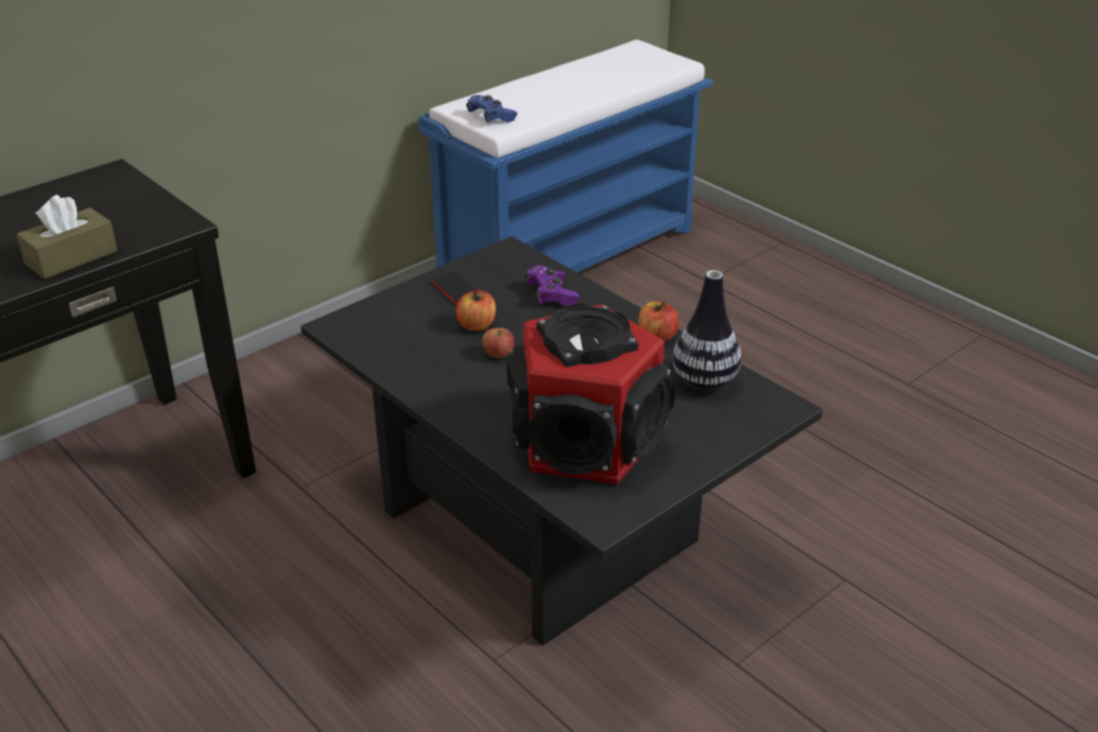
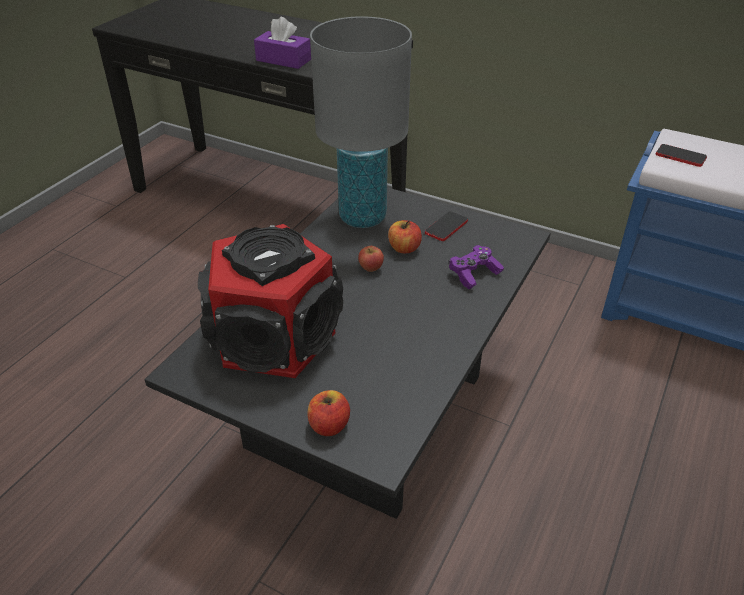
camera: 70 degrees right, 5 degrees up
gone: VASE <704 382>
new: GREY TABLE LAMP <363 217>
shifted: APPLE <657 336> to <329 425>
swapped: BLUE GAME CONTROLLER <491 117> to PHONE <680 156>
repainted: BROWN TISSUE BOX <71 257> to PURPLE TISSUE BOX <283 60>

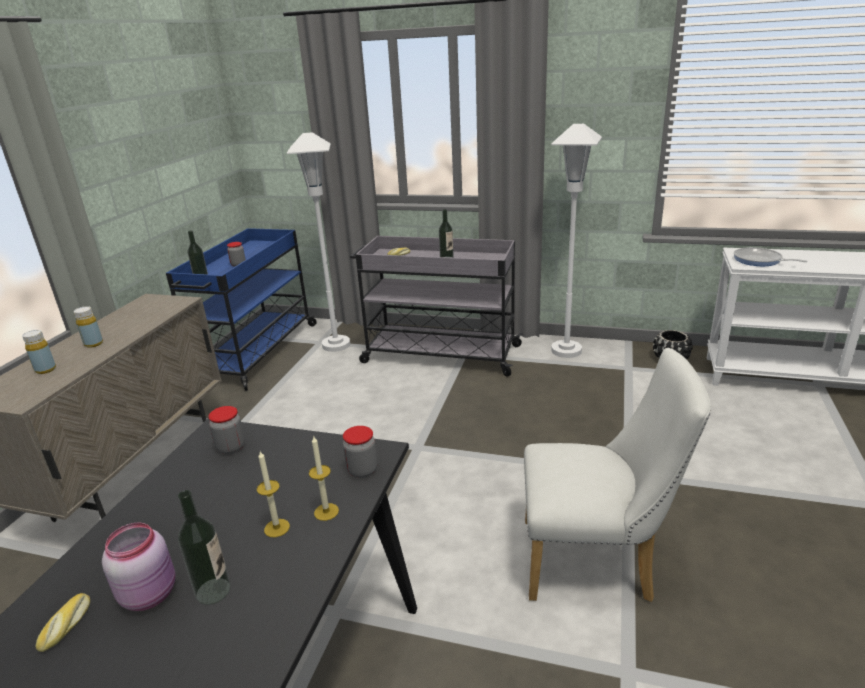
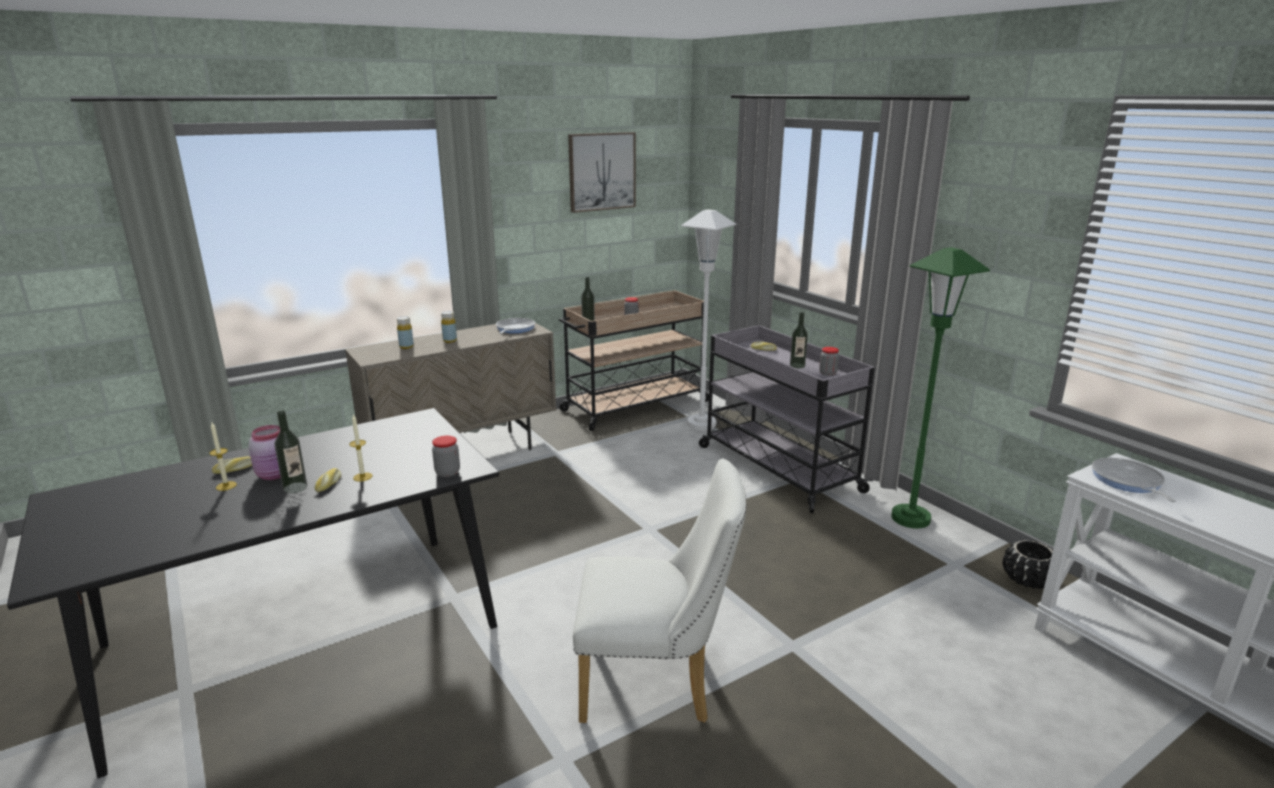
camera: 40 degrees right, 5 degrees down
new: BREAD <329 484>; FRYING PAN <514 329>; PICTURE <601 171>
shifted: JAR <231 448> to <828 373>; CANDLE <326 512> to <226 486>
repainted: BLUE CART <256 353> to BEIGE CART <634 406>; WHITE FLOOR LAMP <566 350> to GREEN FLOOR LAMP <910 518>
rotated: WHITE CHAIR <596 561> = <657 683> 45 degrees counterclockwise

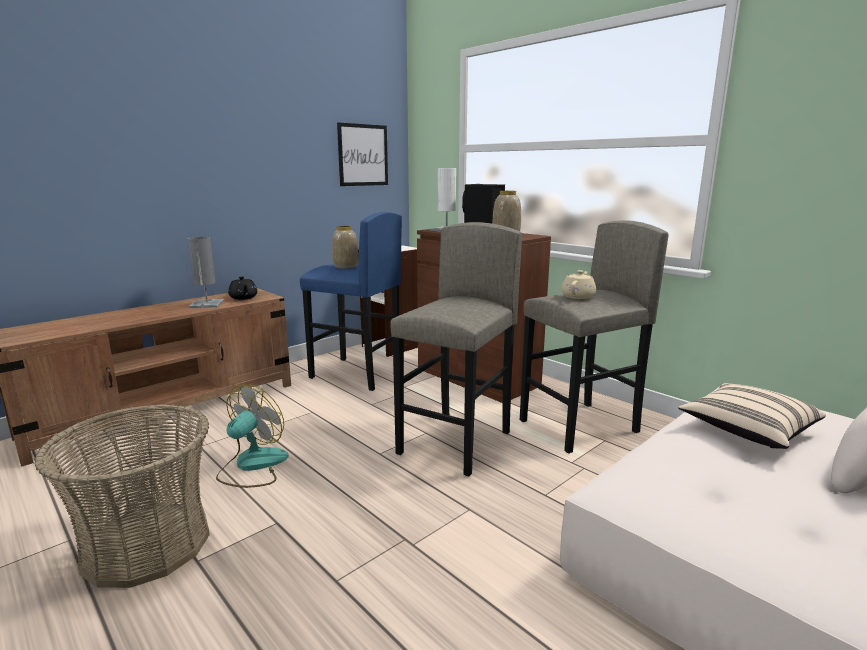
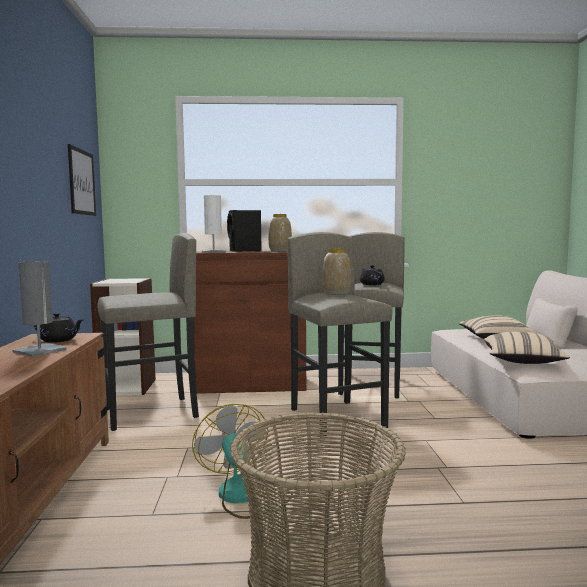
camera: 50 degrees left, 10 degrees down
new: BEIGE PILLOW <522 362>
shifted: VASE <346 267> to <337 293>
repainted: BLUE STOOL <356 374> to GREY STOOL <151 413>; BEIGE TEAPOT <578 296> to BLACK TEAPOT <371 284>

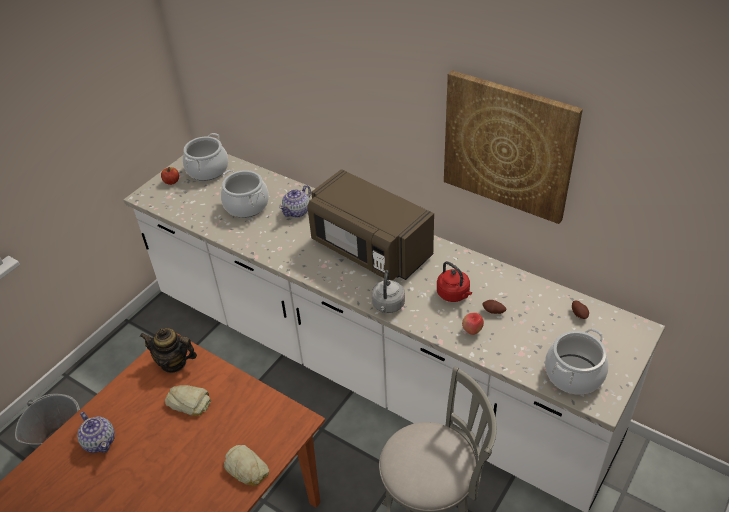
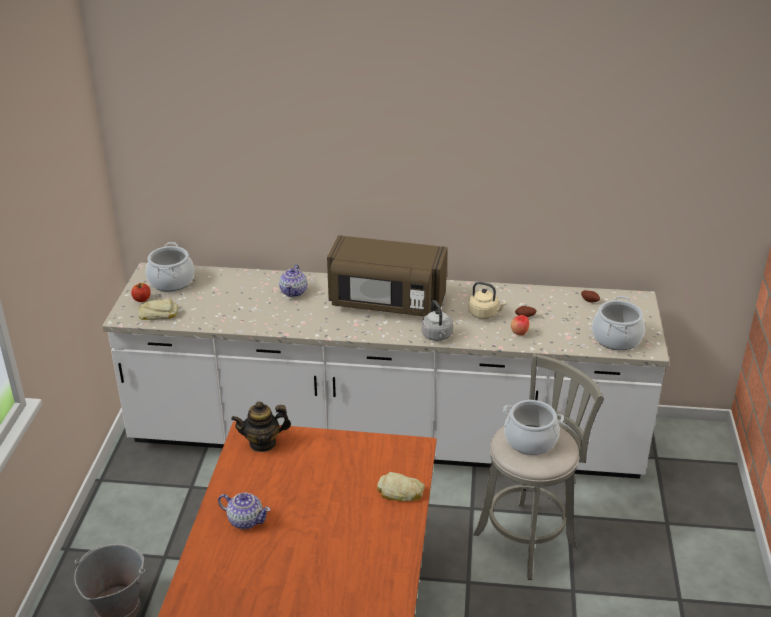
camera: 30 degrees left, 10 degrees down
gone: PICTURE <508 146>
shifted: BREAD <189 402> to <158 313>; COOKING POT <246 205> to <530 440>
repainted: RED KETTLE <454 294> to BEIGE KETTLE <484 314>

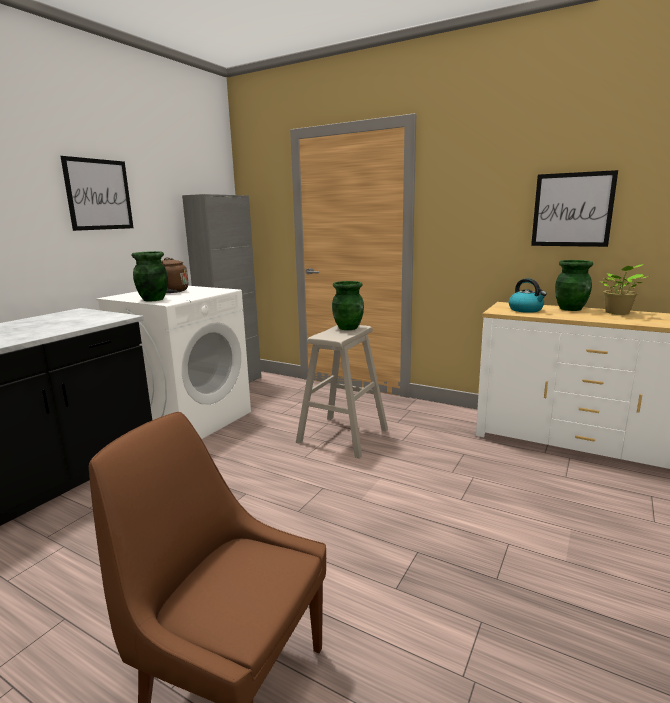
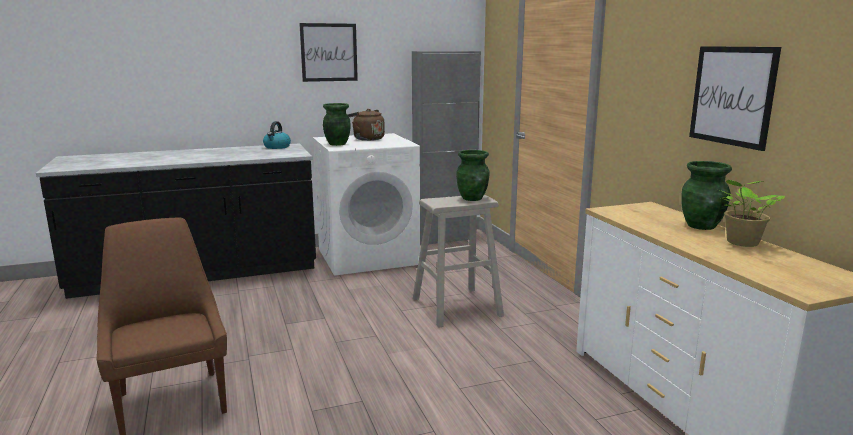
camera: 40 degrees right, 0 degrees up
shifted: KETTLE <526 310> to <277 147>

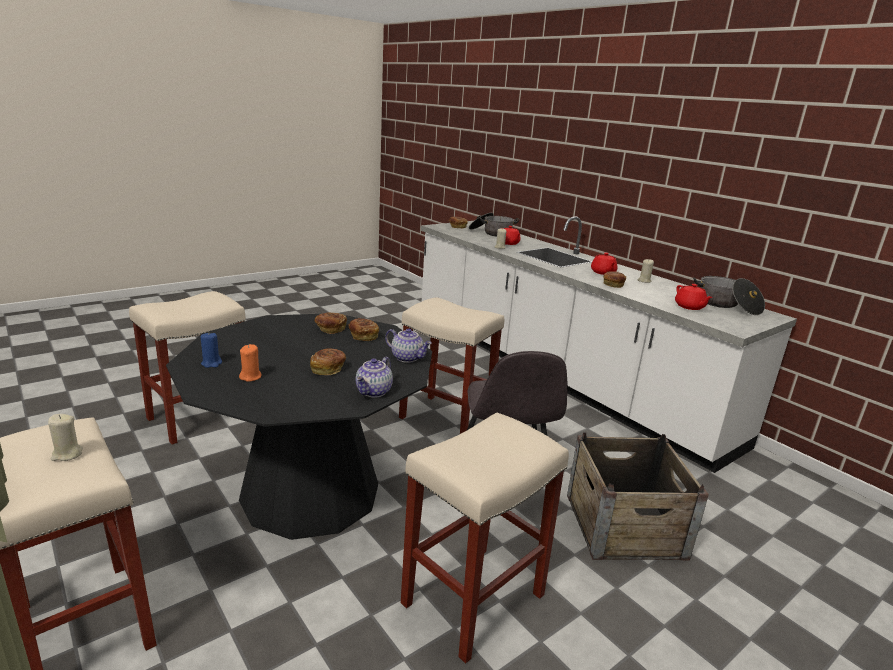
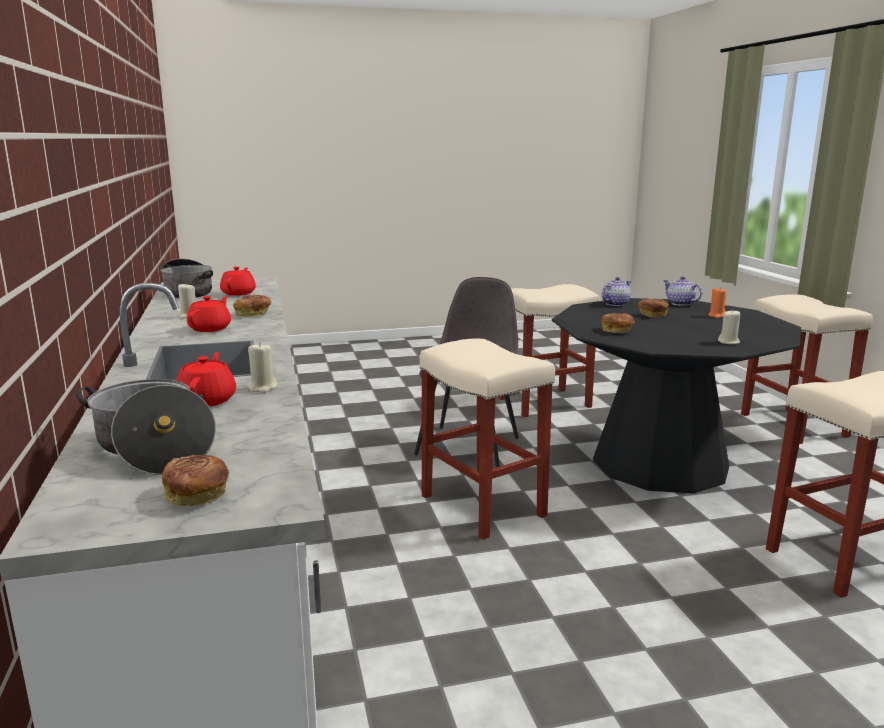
camera: 155 degrees left, 5 degrees down
gone: BLUE CANDLE <211 363>; BREAD <330 329>; CRATE <624 526>
shifted: BEIGE CANDLE <67 454> to <728 342>; TEAPOT <408 358> to <679 303>

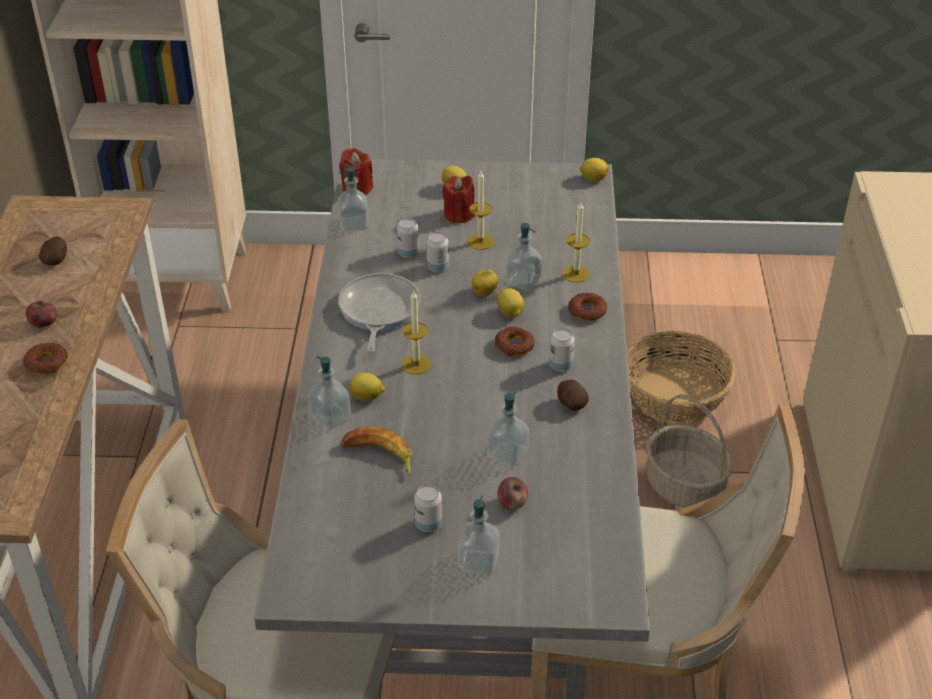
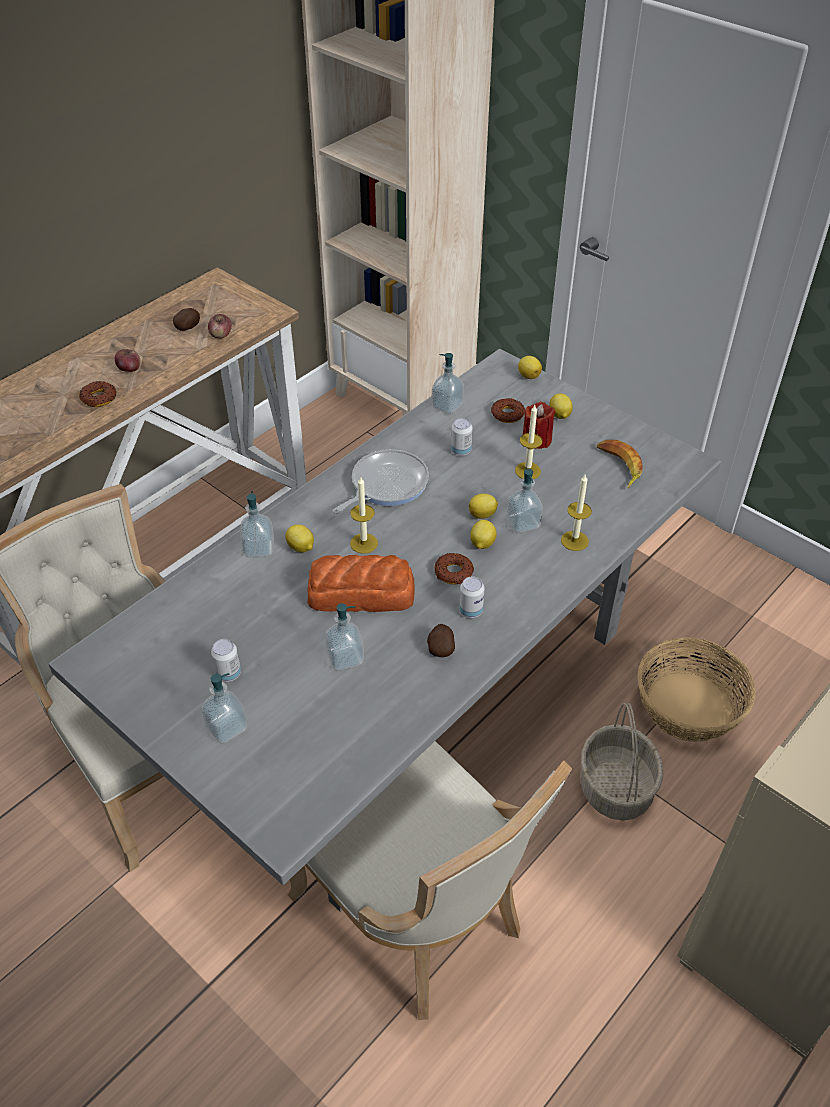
camera: 40 degrees right, 5 degrees up
gone: RED CANDLE <357 188>; CAN <437 267>
new: BREAD <362 593>
shifted: BANANA <378 455> to <618 466>; APPLE <512 503> to <221 335>; DONUT <587 311> to <507 414>; LEMON <593 179> to <528 375>

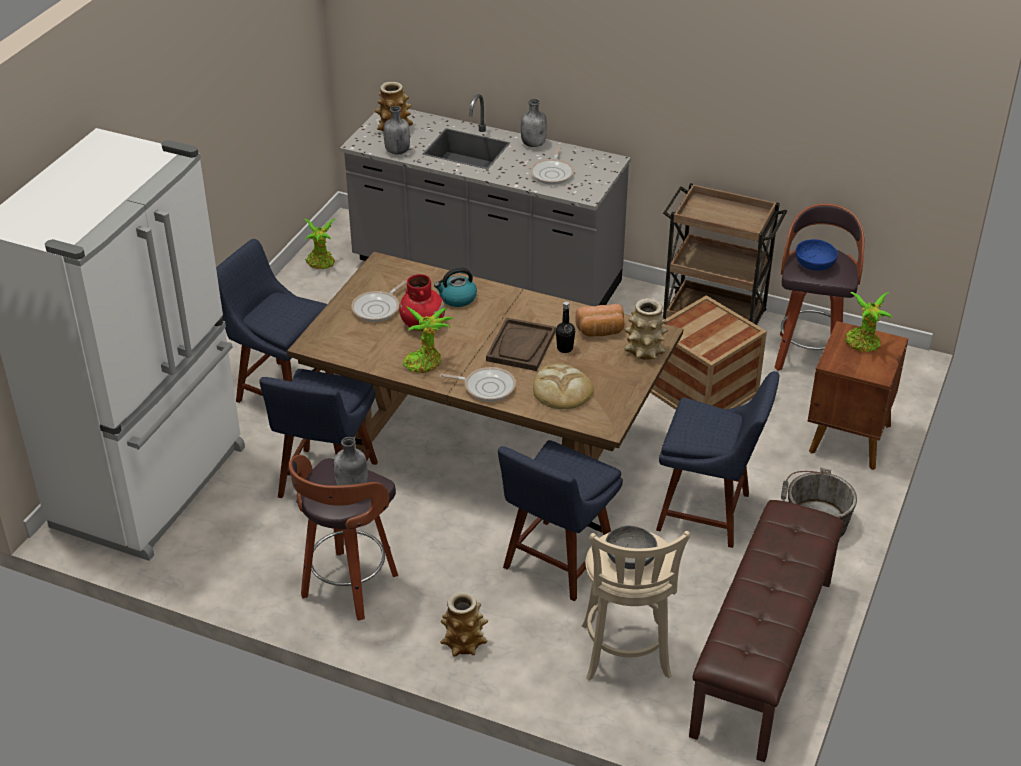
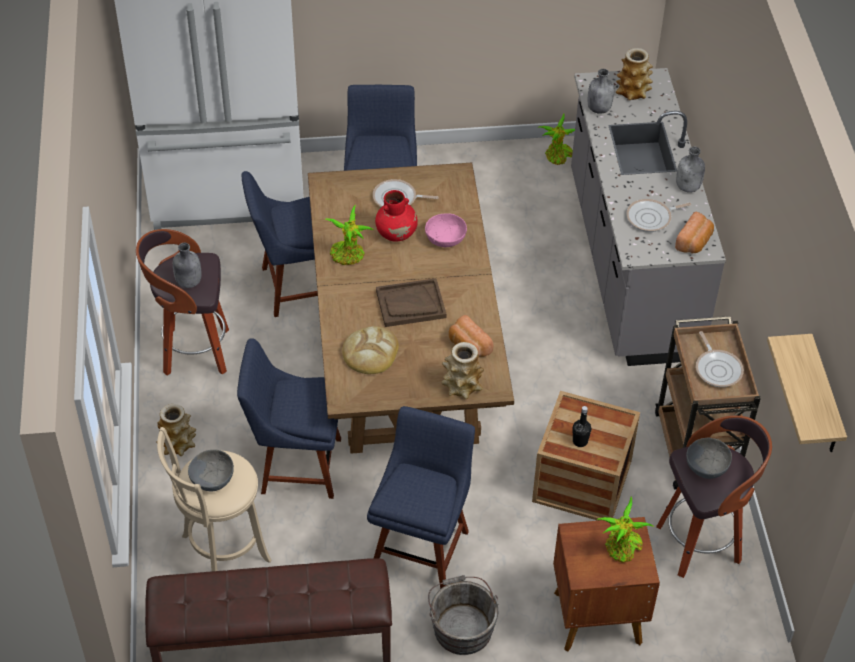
camera: 60 degrees right, 10 degrees up
new: BREAD <694 242>; SHELF <824 399>
shifted: FRYING PAN <486 387> to <717 369>; BLACK BOTTLE <565 348> to <580 441>
swapped: KETTLE <457 298> to PINK BOWL <445 239>
repainted: BLUE BOWL <814 265> to GREY BOWL <706 466>
rotated: BLUE CHAIR <709 513> = <422 545> 150 degrees counterclockwise

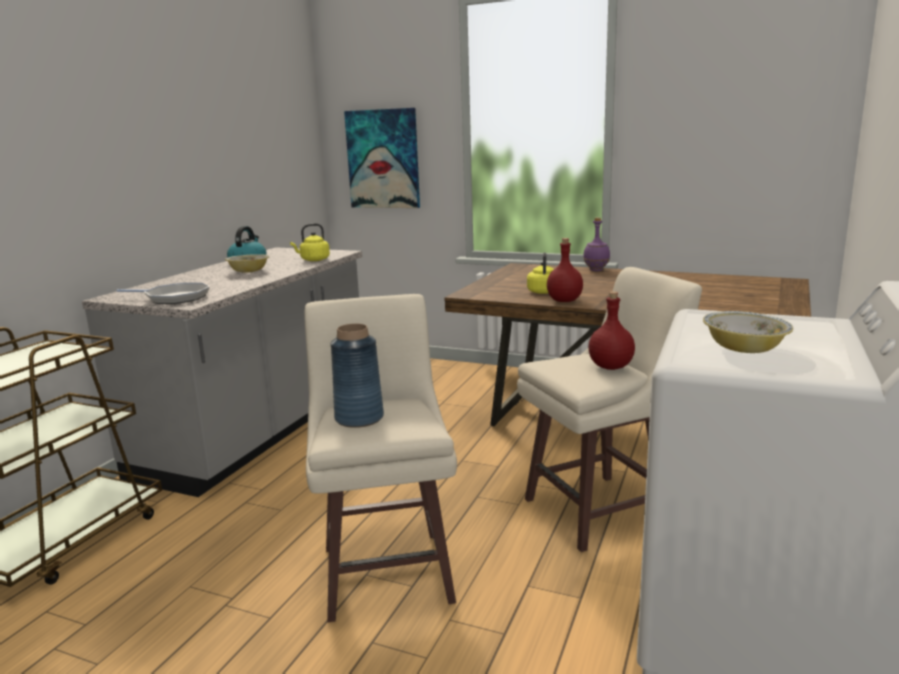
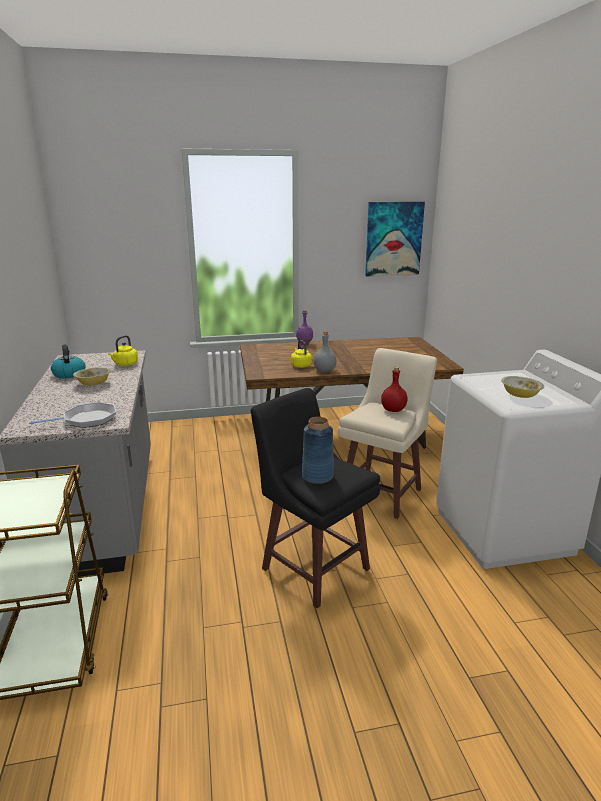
camera: 35 degrees left, 5 degrees up
shifted: PICTURE <383 159> to <393 239>
repainted: BEIGE STOOL <387 570> to BLACK STOOL <314 567>; RED BOTTLE <564 301> to GREY BOTTLE <324 371>

